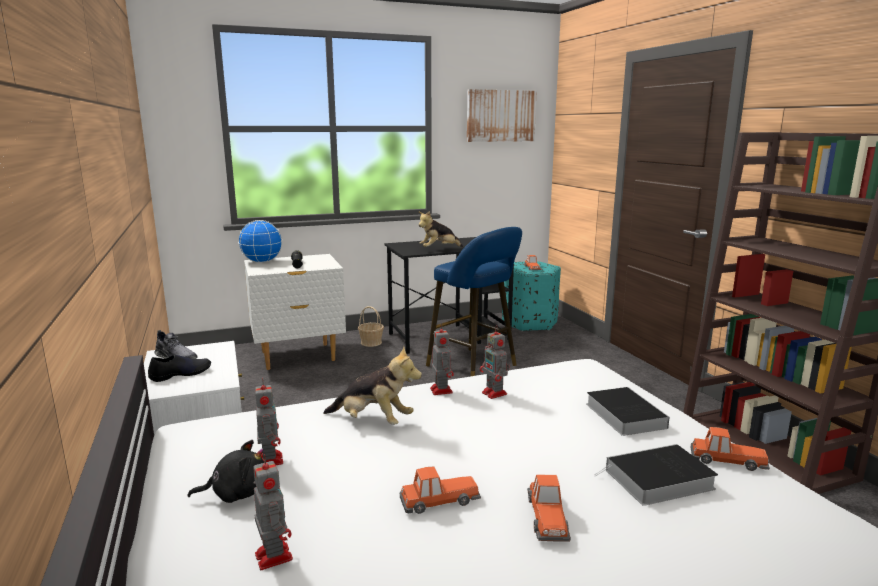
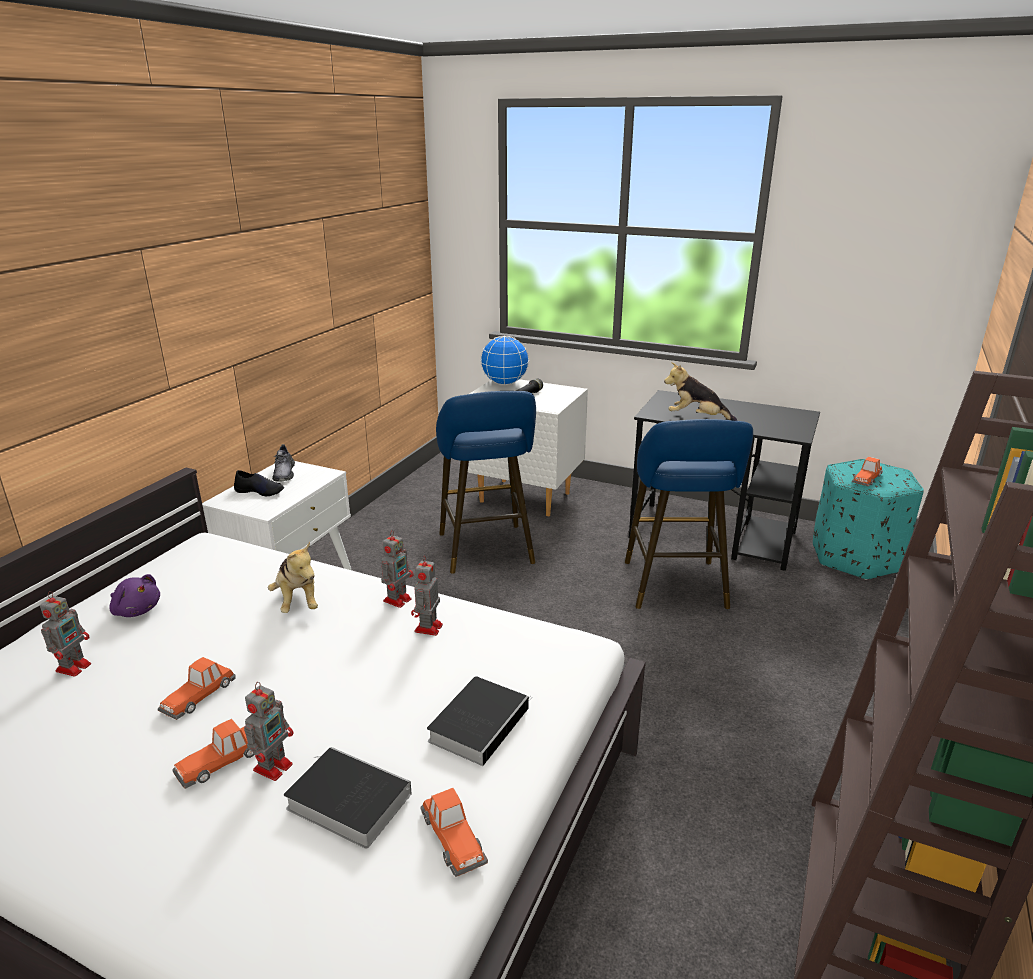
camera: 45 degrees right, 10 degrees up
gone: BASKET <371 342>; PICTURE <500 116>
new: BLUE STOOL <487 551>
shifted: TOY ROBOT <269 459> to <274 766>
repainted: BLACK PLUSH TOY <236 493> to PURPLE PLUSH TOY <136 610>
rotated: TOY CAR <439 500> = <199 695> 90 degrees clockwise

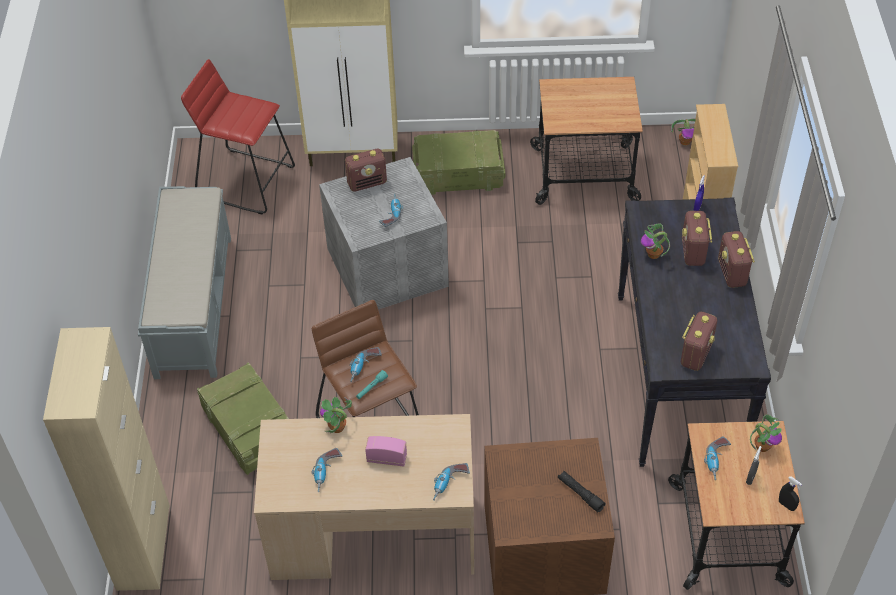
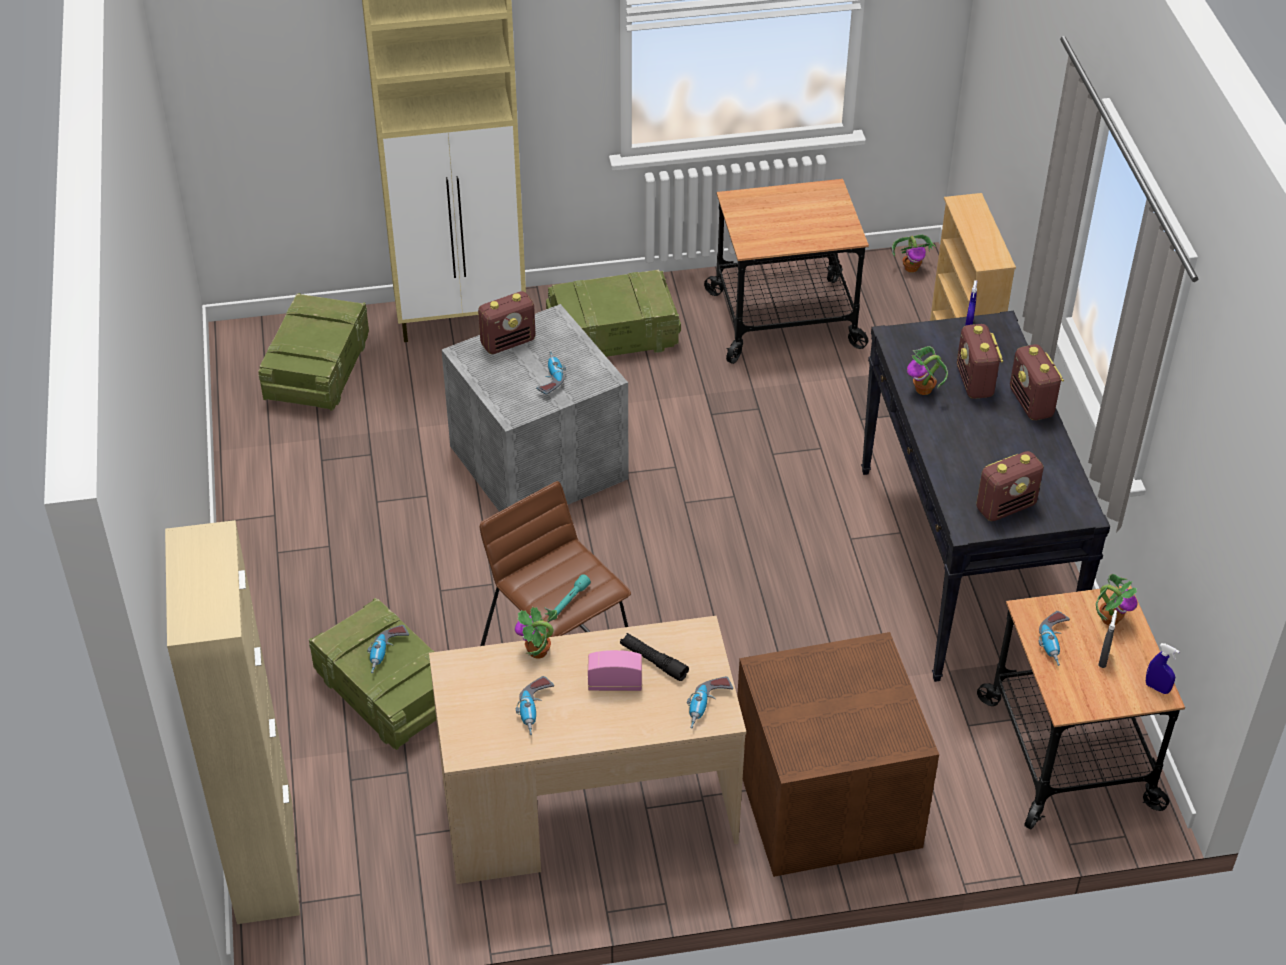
camera: 10 degrees left, 5 degrees down
gone: GREY BENCH <194 304>
shifted: POWER DRILL <364 368> to <387 654>; BLACK FLASHLIGHT <580 494> to <653 661>
swapped: RED STOOL <246 181> to CRATE <318 369>
repainted: BLACK SPRAY BOTTLE <786 505> to BLUE SPRAY BOTTLE <1157 688>
rotated: RADIO <696 354> = <1006 506> 45 degrees clockwise

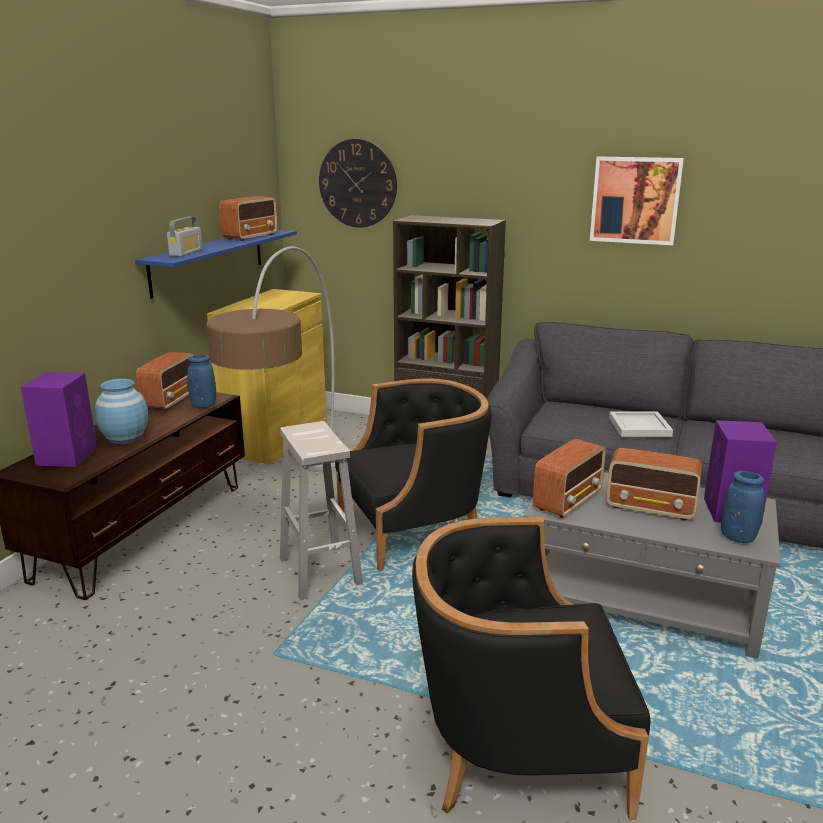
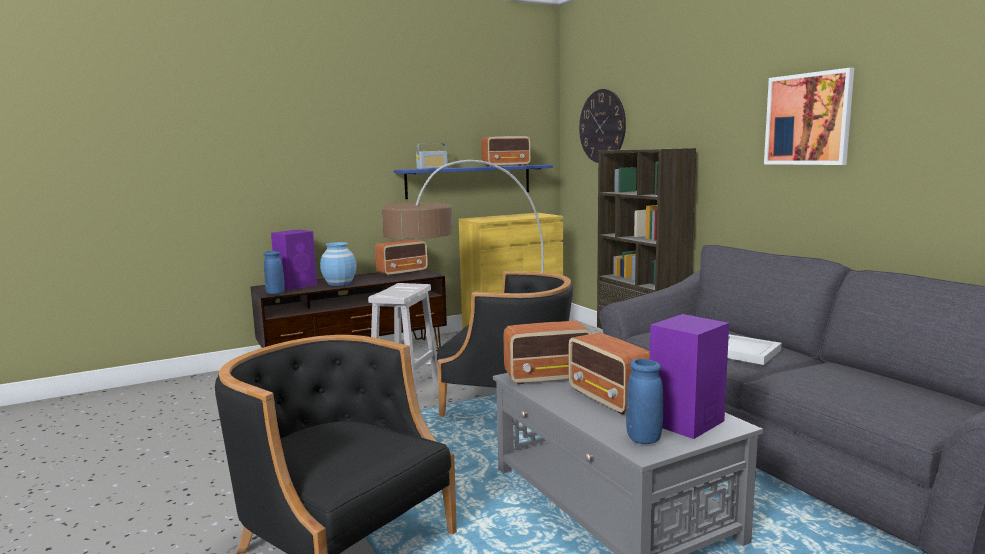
camera: 40 degrees right, 10 degrees down
shifted: BLUE VASE <204 405> to <275 293>

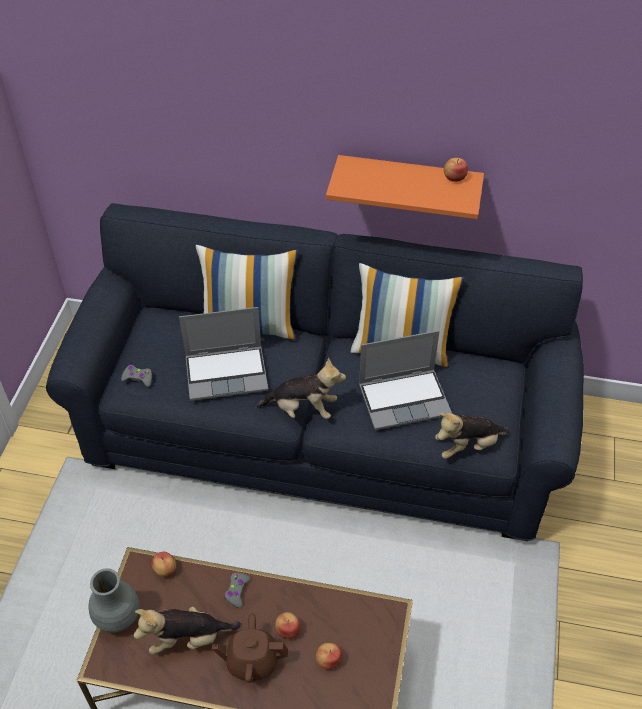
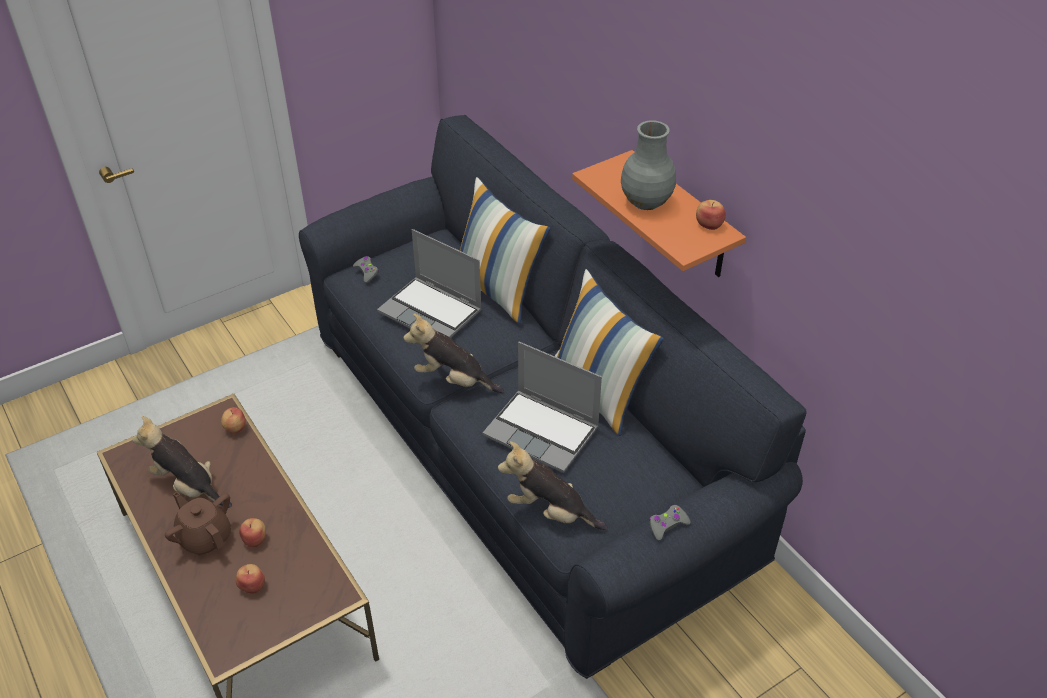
camera: 45 degrees right, 5 degrees down
shifted: GREY VASE <118 618> to <646 202>; GREY GAME CONTROLLER <237 591> to <667 525>
rotated: PLUSH TOY <302 409> = <453 380> 150 degrees clockwise

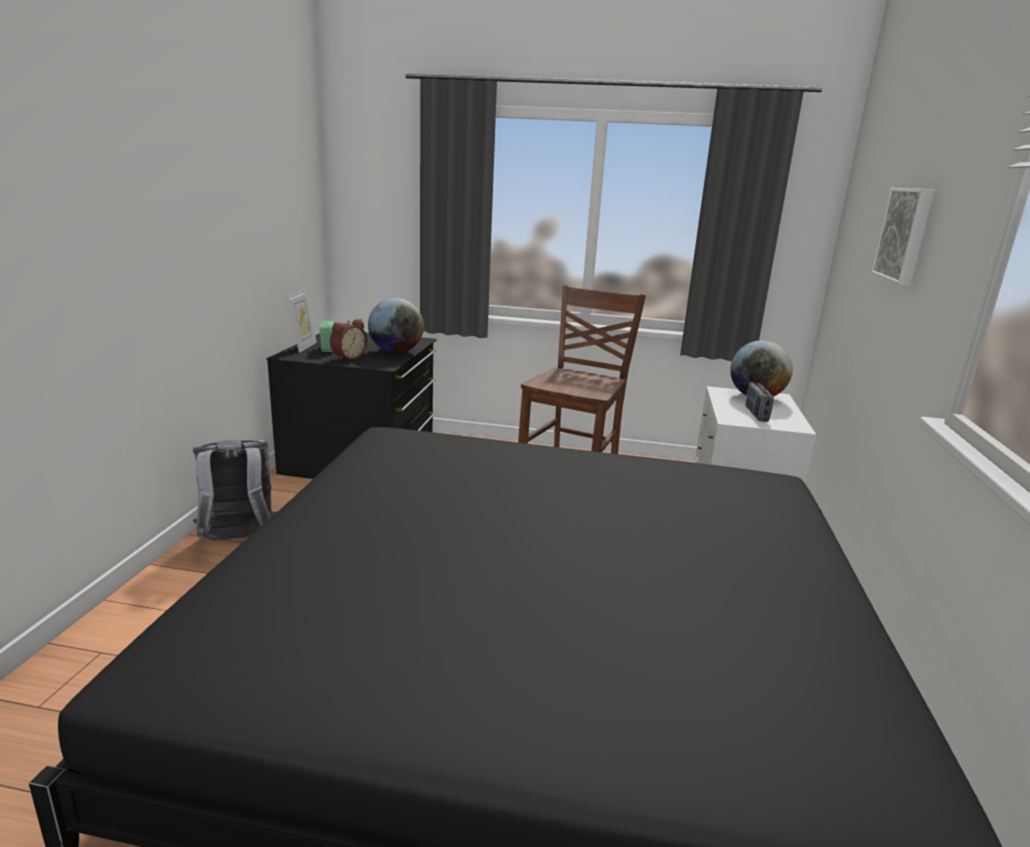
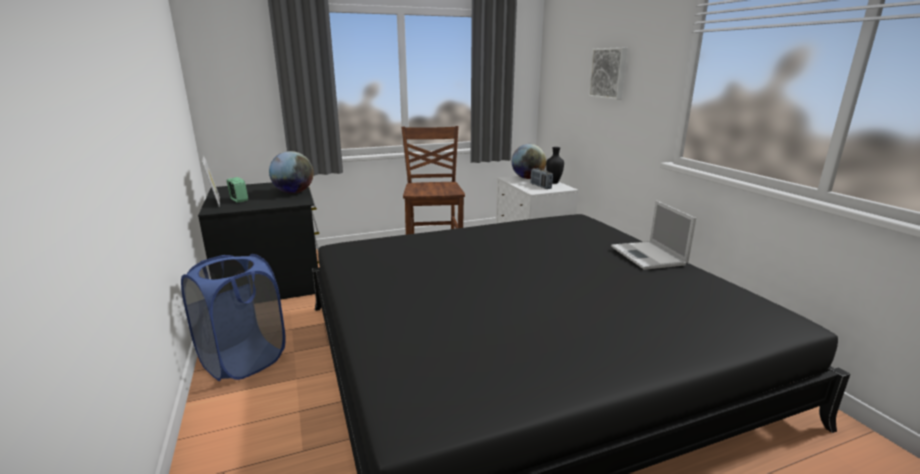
camera: 30 degrees left, 0 degrees up
gone: ALARM CLOCK <348 357>
new: BLACK VASE <553 183>; LAPTOP <649 256>
swapped: GREY BACKPACK <239 540> to BLUE LAUNDRY BASKET <243 360>

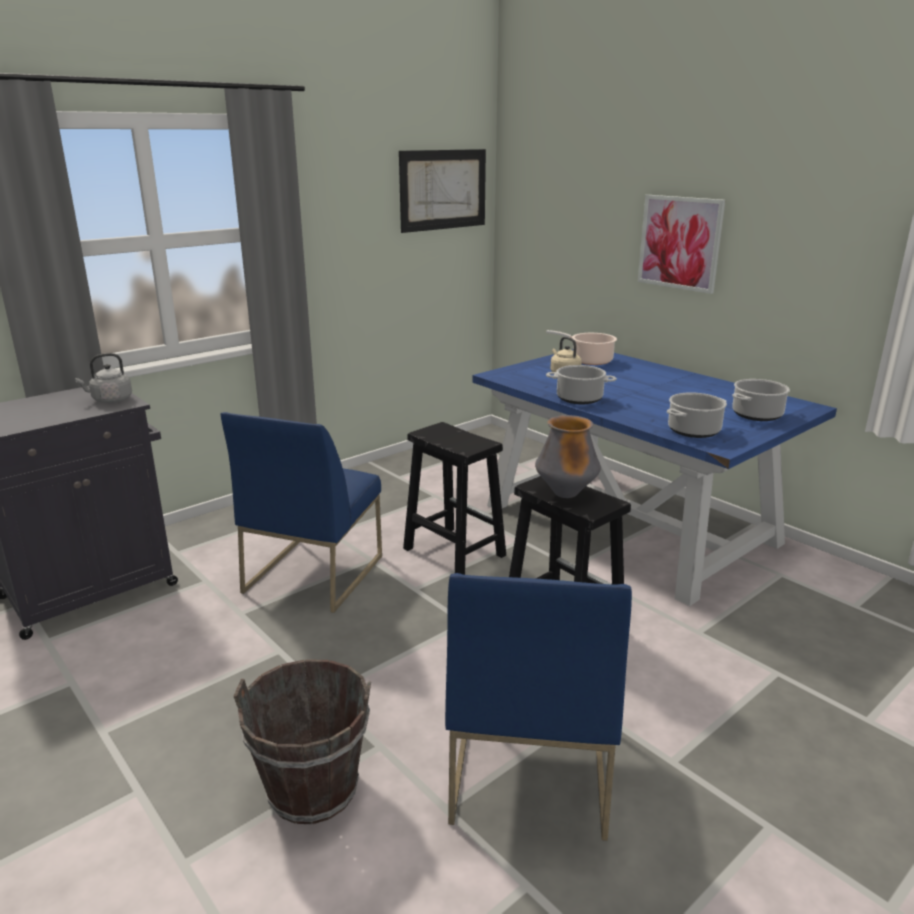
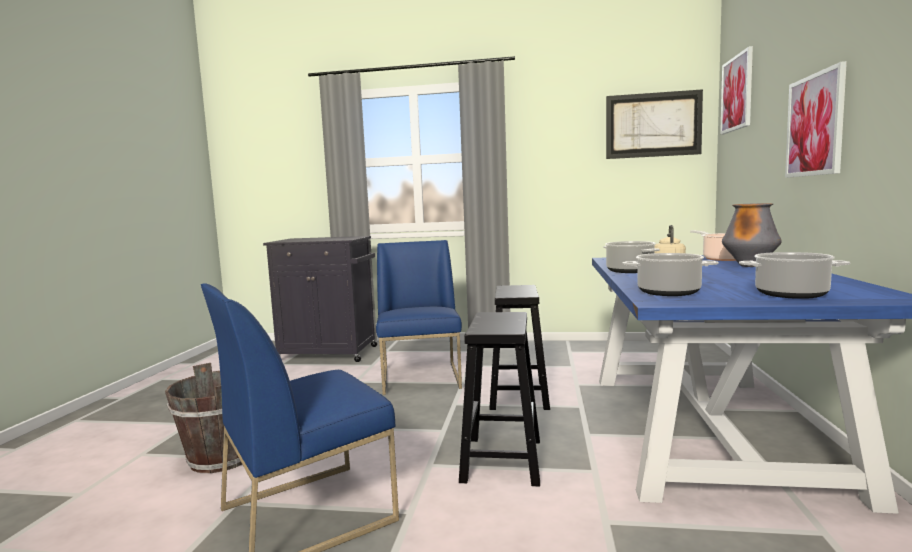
camera: 50 degrees right, 15 degrees down
gone: GREY KETTLE <110 400>
new: PICTURE <737 93>
shifted: VASE <566 494> to <750 266>
rotated: BLUE CHAIR <313 573> = <421 378> 105 degrees clockwise

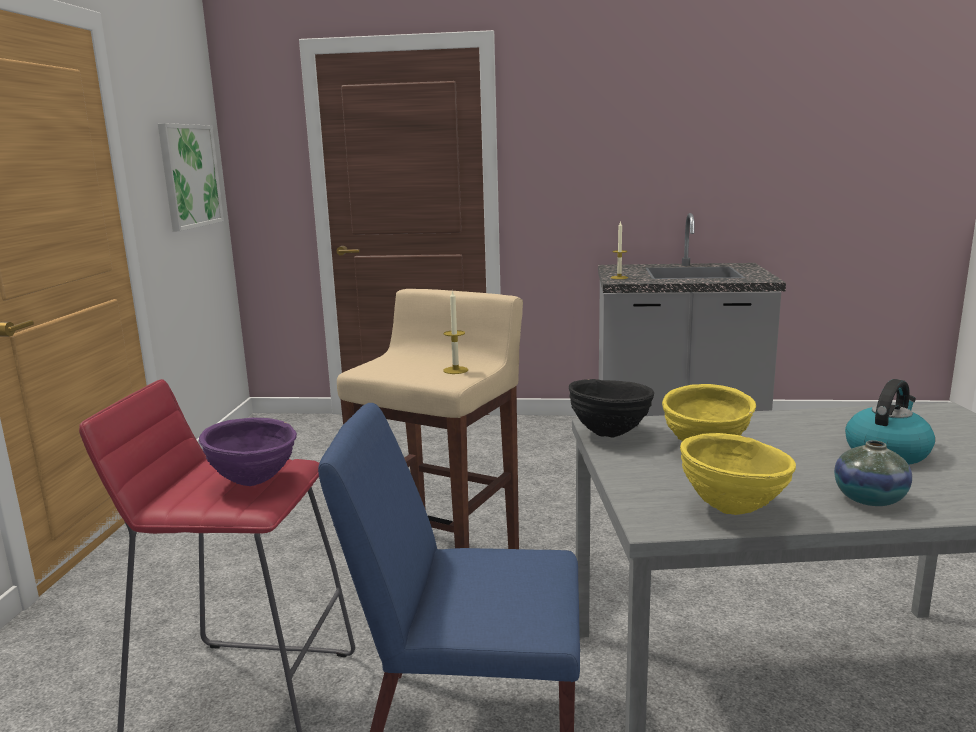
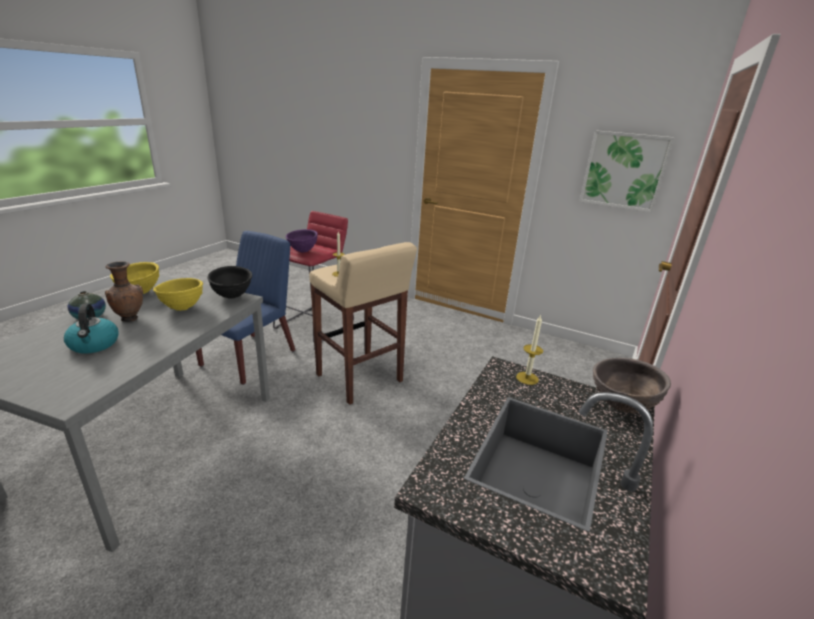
camera: 110 degrees right, 10 degrees up
new: BROWN VASE <130 318>; BROWN BOWL <621 407>

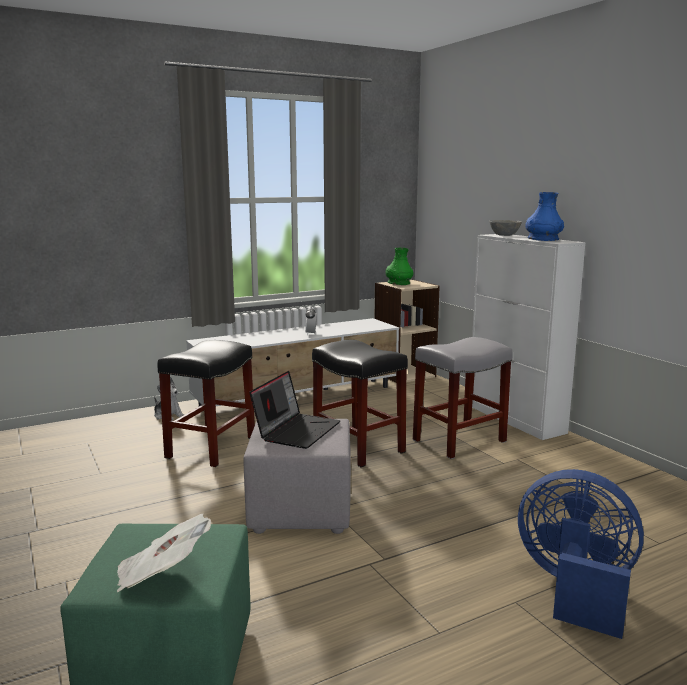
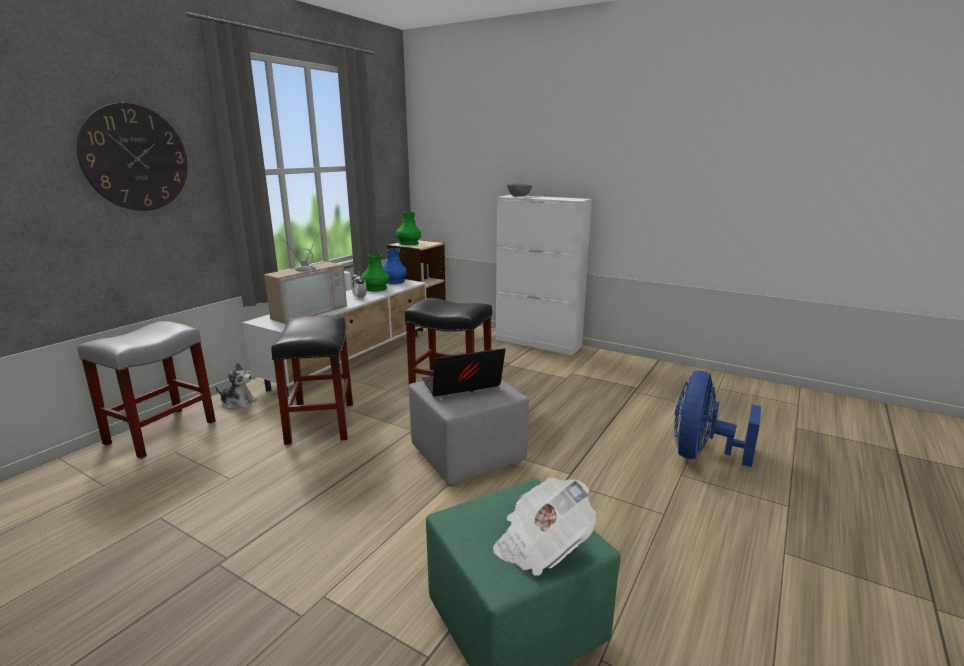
camera: 30 degrees left, 5 degrees up
new: WALL CLOCK <135 158>; TELEVISION <307 311>; GREEN VASE <375 288>
shifted: GREY STOOL <459 441> to <161 433>; BLUE VASE <543 239> to <393 281>
rotated: LAPTOP <297 430> = <461 386> 105 degrees counterclockwise; BLUE FAN <575 589> = <702 454> 60 degrees counterclockwise

